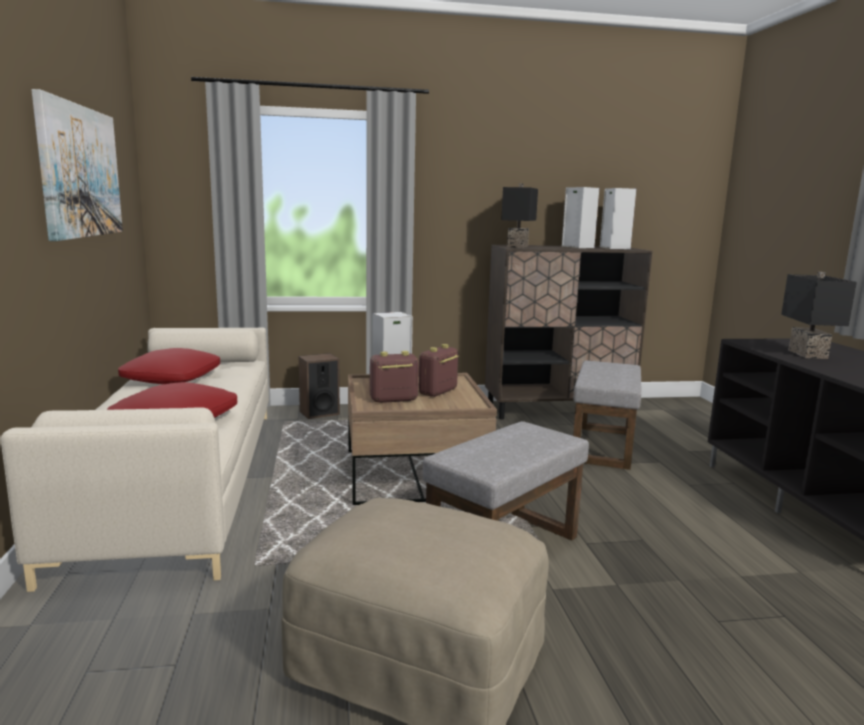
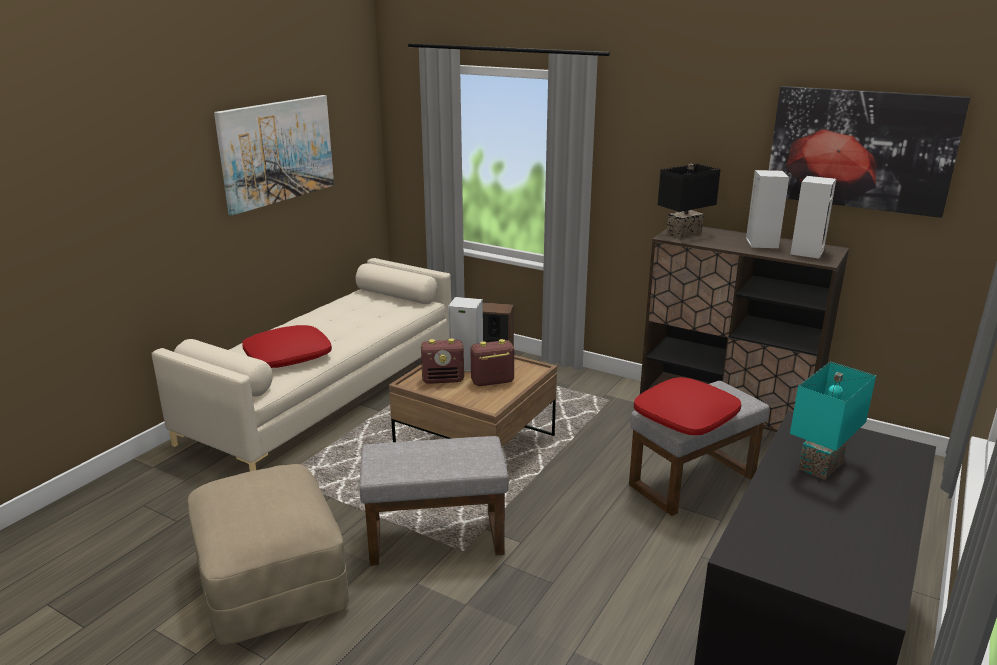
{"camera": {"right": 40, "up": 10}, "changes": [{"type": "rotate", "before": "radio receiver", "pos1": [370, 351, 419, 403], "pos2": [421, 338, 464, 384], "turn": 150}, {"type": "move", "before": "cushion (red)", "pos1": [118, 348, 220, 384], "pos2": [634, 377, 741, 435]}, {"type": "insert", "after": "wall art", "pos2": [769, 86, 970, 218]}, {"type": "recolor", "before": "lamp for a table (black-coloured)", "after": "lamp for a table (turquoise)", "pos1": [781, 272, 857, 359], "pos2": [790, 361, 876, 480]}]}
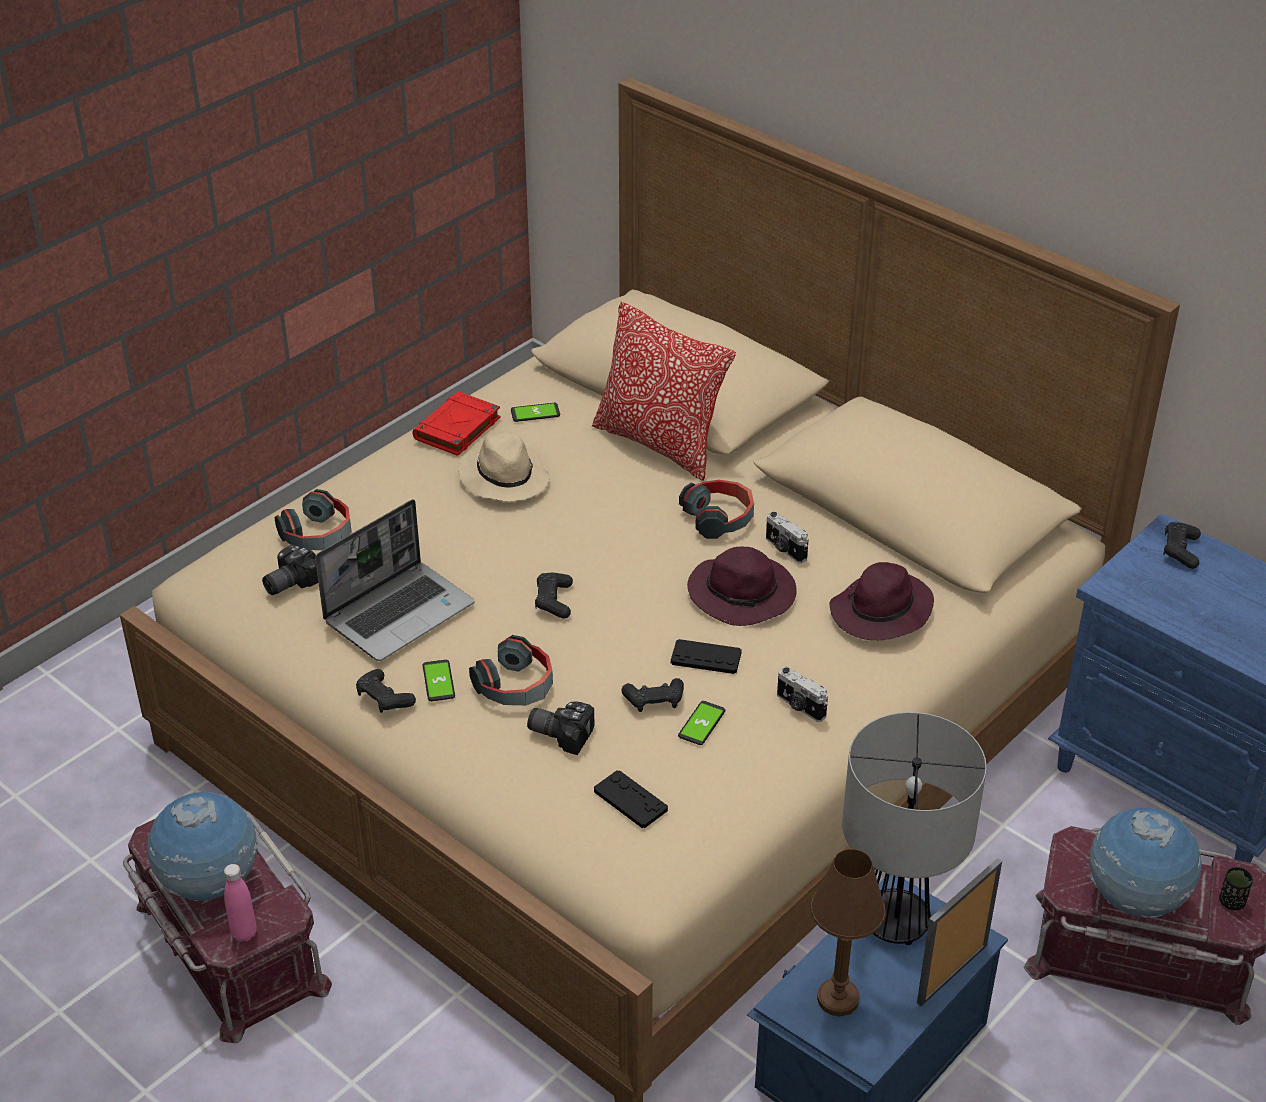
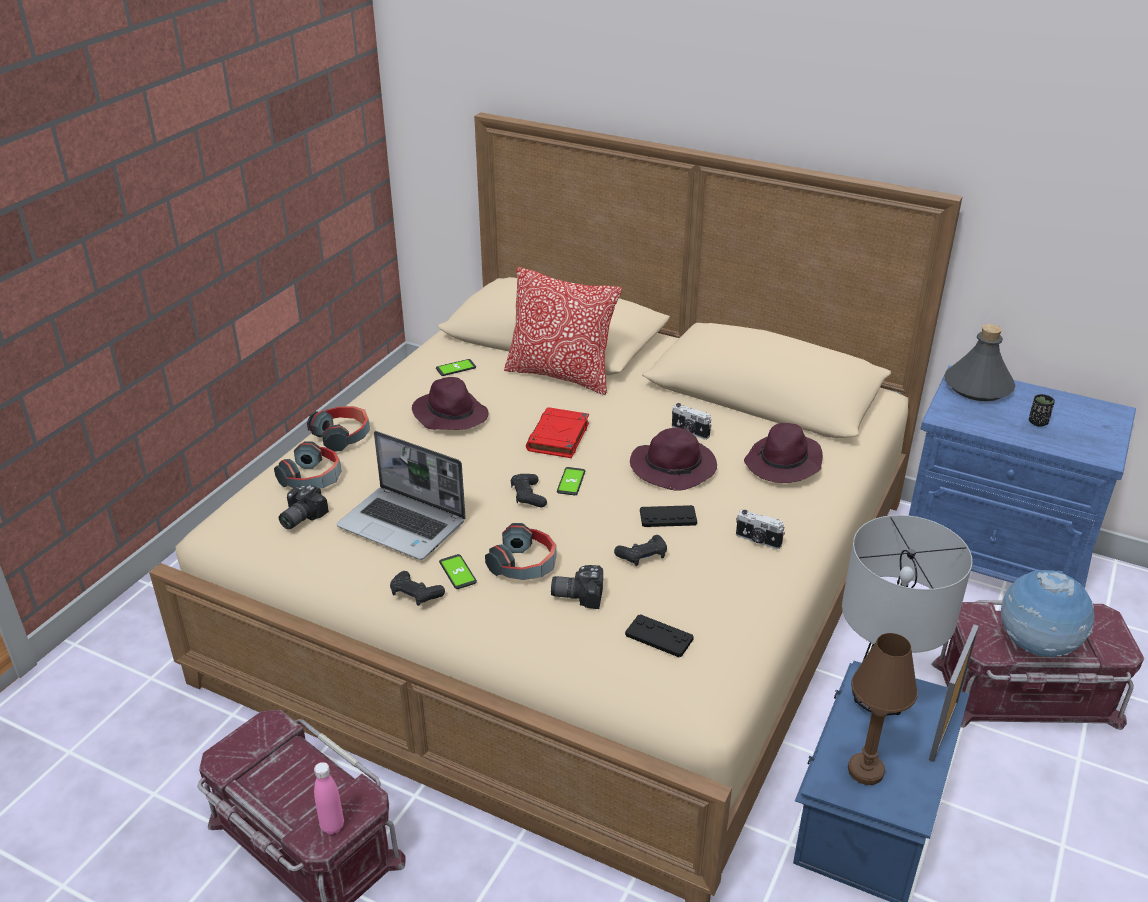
{"camera": {"right": -15, "up": -5}, "changes": [{"type": "move", "before": "headphones", "pos1": [679, 480, 754, 539], "pos2": [307, 406, 370, 452]}, {"type": "rotate", "before": "notebook computer", "pos1": [315, 499, 474, 661], "pos2": [336, 431, 466, 560], "turn": 90}, {"type": "recolor", "before": "clothing hat (beige)", "after": "clothing hat (purple)", "pos1": [458, 431, 550, 501], "pos2": [412, 377, 489, 430]}, {"type": "move", "before": "volume (red)", "pos1": [412, 391, 501, 456], "pos2": [526, 407, 589, 458]}, {"type": "move", "before": "phone", "pos1": [678, 701, 725, 745], "pos2": [557, 467, 585, 495]}, {"type": "replace", "before": "joypad (black-coloured)", "after": "bottle (greyish)", "pos1": [1163, 522, 1201, 569], "pos2": [944, 324, 1015, 401]}, {"type": "move", "before": "cup (black-coloured)", "pos1": [1219, 867, 1253, 910], "pos2": [1029, 394, 1055, 426]}, {"type": "delete", "before": "desk globe", "pos1": [147, 792, 258, 901]}]}
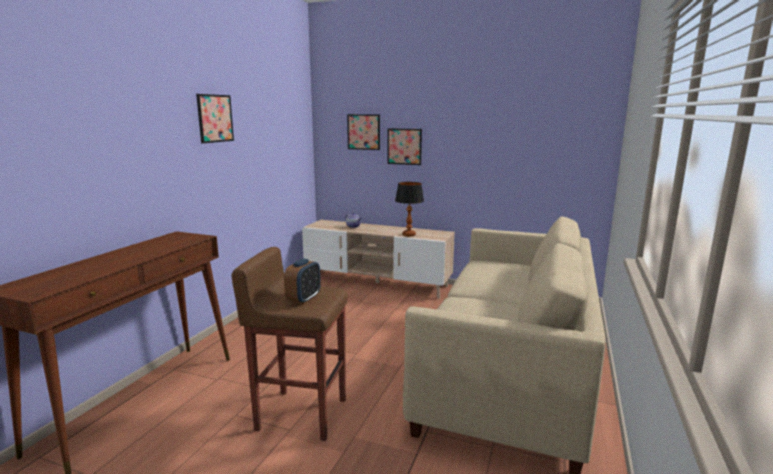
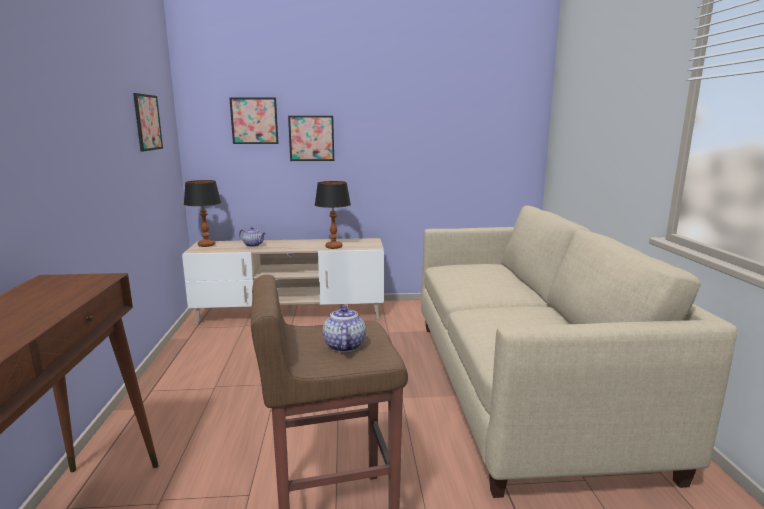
{"camera": {"right": -25, "up": 0}, "changes": [{"type": "move", "before": "wall art", "pos1": [196, 94, 234, 143], "pos2": [133, 93, 163, 151]}, {"type": "insert", "after": "lamp for a table", "pos2": [184, 180, 221, 247]}, {"type": "replace", "before": "table clock", "after": "teapot", "pos1": [284, 259, 321, 304], "pos2": [323, 305, 366, 352]}]}
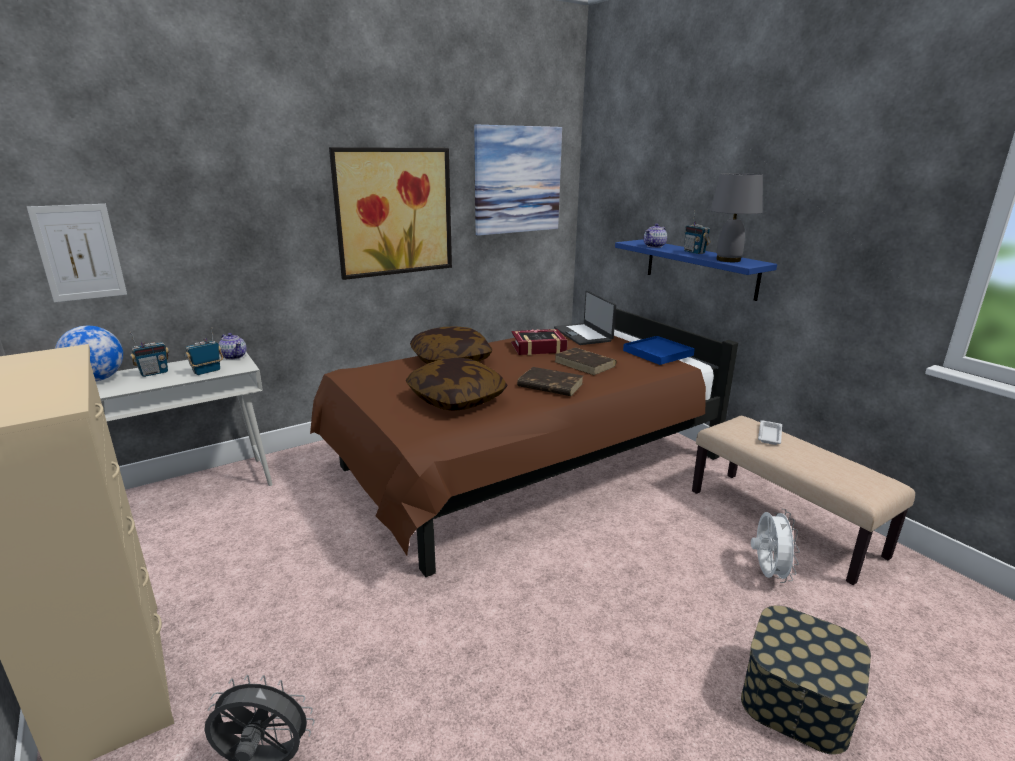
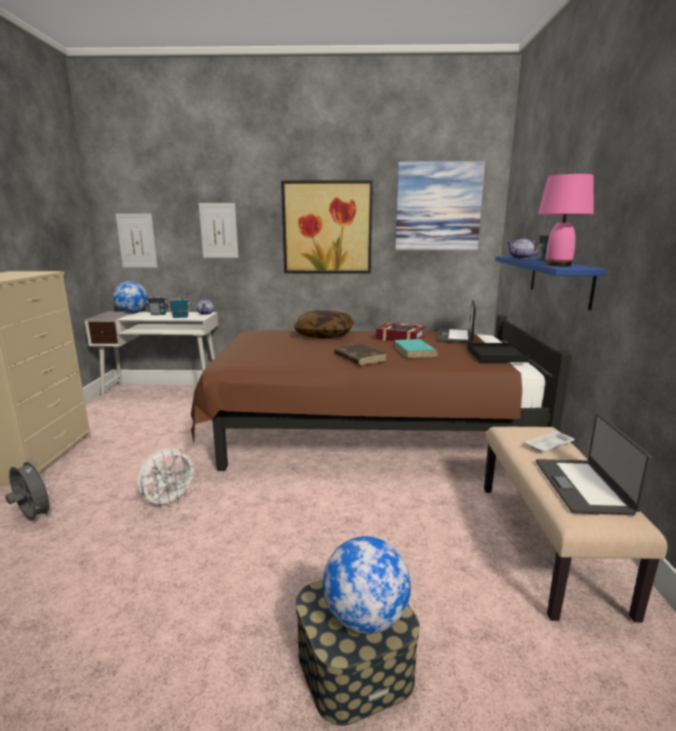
{"camera": {"right": 35, "up": -5}, "changes": [{"type": "move", "before": "fan (white)", "pos1": [751, 509, 800, 583], "pos2": [137, 448, 198, 509]}, {"type": "insert", "after": "wall art", "pos2": [199, 203, 238, 258]}, {"type": "insert", "after": "desk globe", "pos2": [323, 536, 411, 634]}, {"type": "recolor", "before": "volume (brown)", "after": "volume (turquoise)", "pos1": [554, 348, 617, 375], "pos2": [394, 339, 438, 358]}, {"type": "recolor", "before": "tray (bluish)", "after": "tray (black-coloured)", "pos1": [623, 336, 695, 365], "pos2": [467, 343, 530, 363]}, {"type": "insert", "after": "notebook computer", "pos2": [536, 413, 652, 515]}, {"type": "recolor", "before": "lamp for a table (greyish)", "after": "lamp for a table (pink-coloured)", "pos1": [710, 173, 763, 262], "pos2": [538, 174, 594, 266]}, {"type": "delete", "before": "cushion", "pos1": [406, 358, 508, 411]}]}
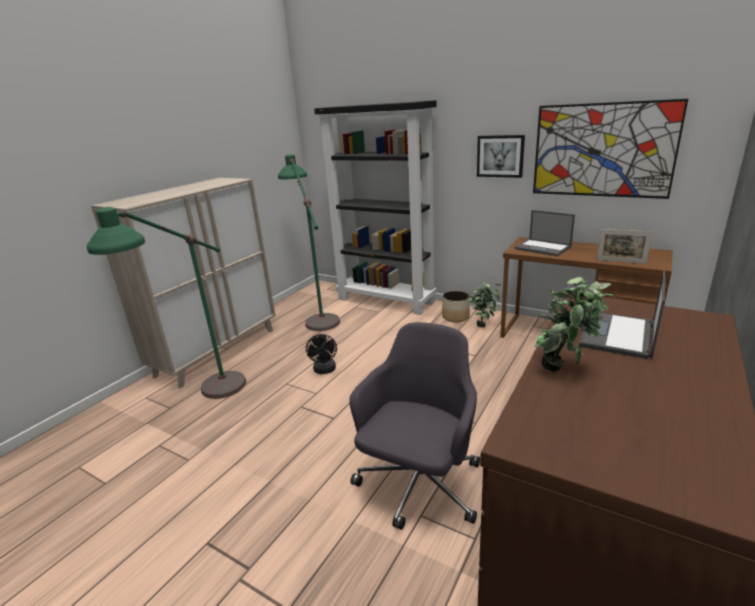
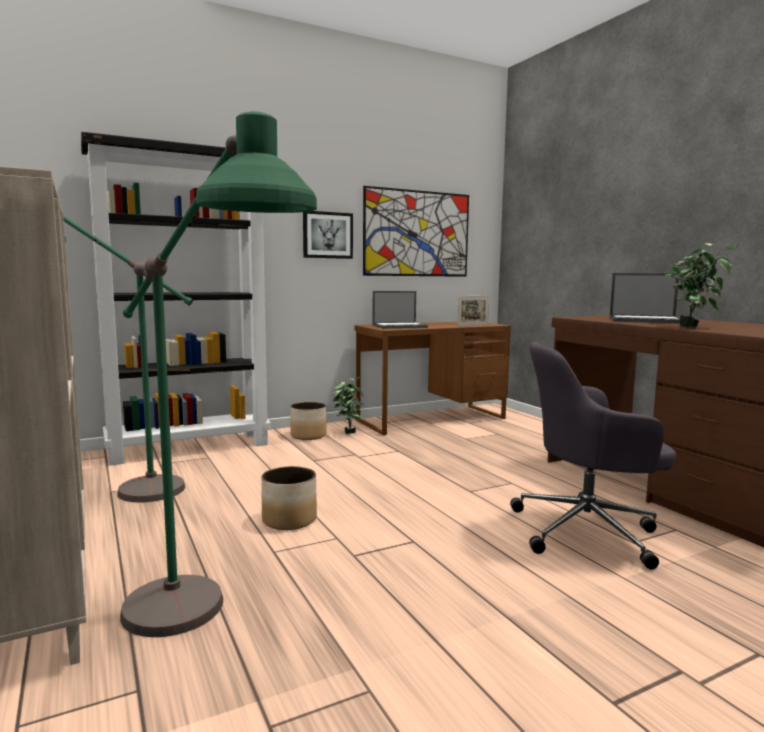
{"camera": {"right": -60, "up": -15}, "changes": [{"type": "replace", "before": "fan (black-coloured)", "after": "plant pot", "pos1": [306, 334, 337, 374], "pos2": [261, 466, 317, 530]}, {"type": "rotate", "before": "computer chair (greyish)", "pos1": [349, 322, 480, 530], "pos2": [510, 342, 676, 570], "turn": -60}, {"type": "rotate", "before": "notebook computer", "pos1": [579, 271, 665, 360], "pos2": [610, 273, 680, 324], "turn": -45}]}
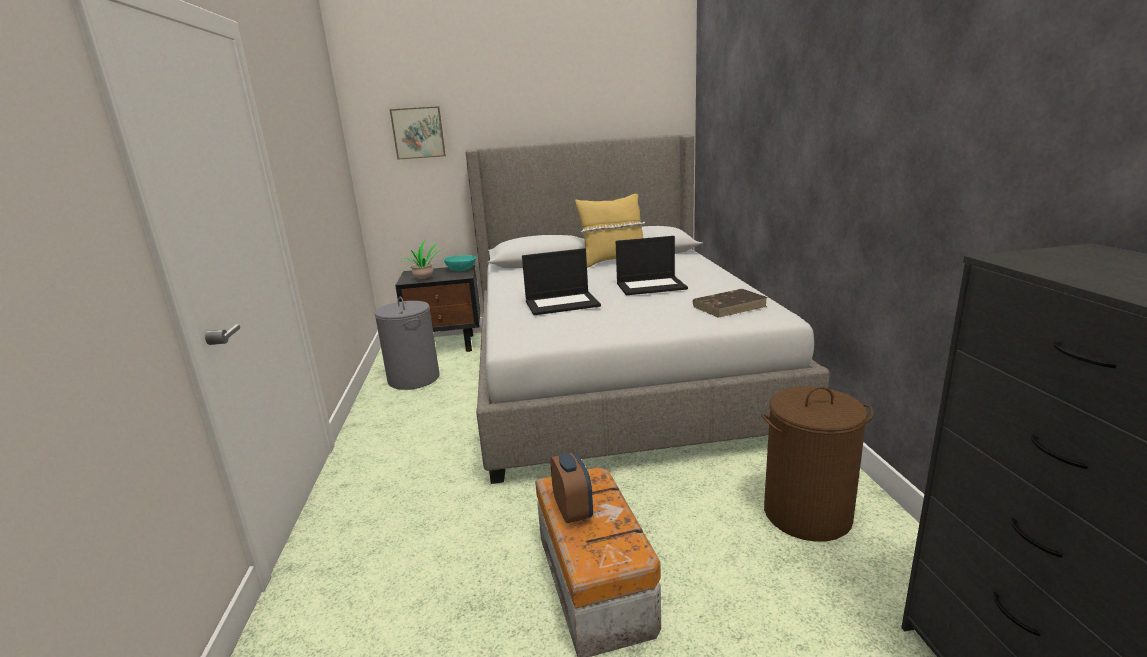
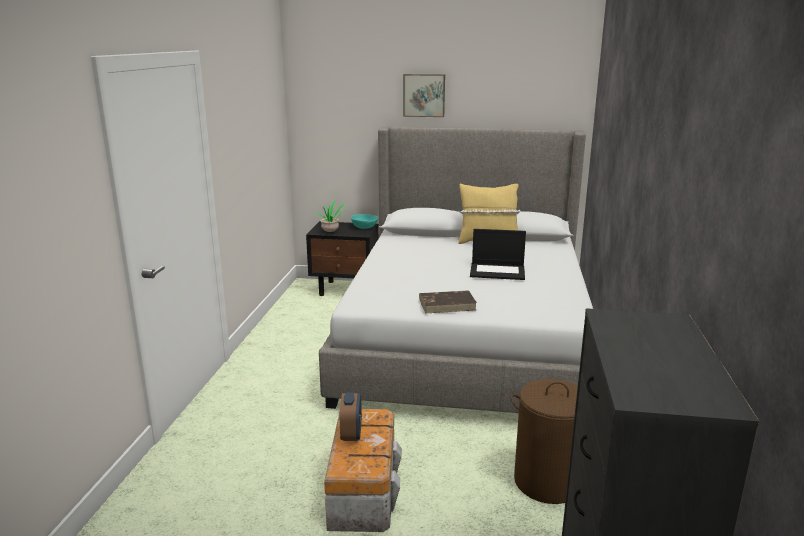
{"camera": {"right": 15, "up": 0}, "changes": [{"type": "move", "before": "wall art", "pos1": [390, 106, 446, 160], "pos2": [403, 74, 445, 117]}, {"type": "move", "before": "volume (brown)", "pos1": [693, 289, 768, 318], "pos2": [419, 290, 477, 313]}, {"type": "delete", "before": "laundry basket (greyish)", "pos1": [374, 297, 439, 390]}, {"type": "delete", "before": "notebook computer", "pos1": [522, 248, 601, 315]}]}
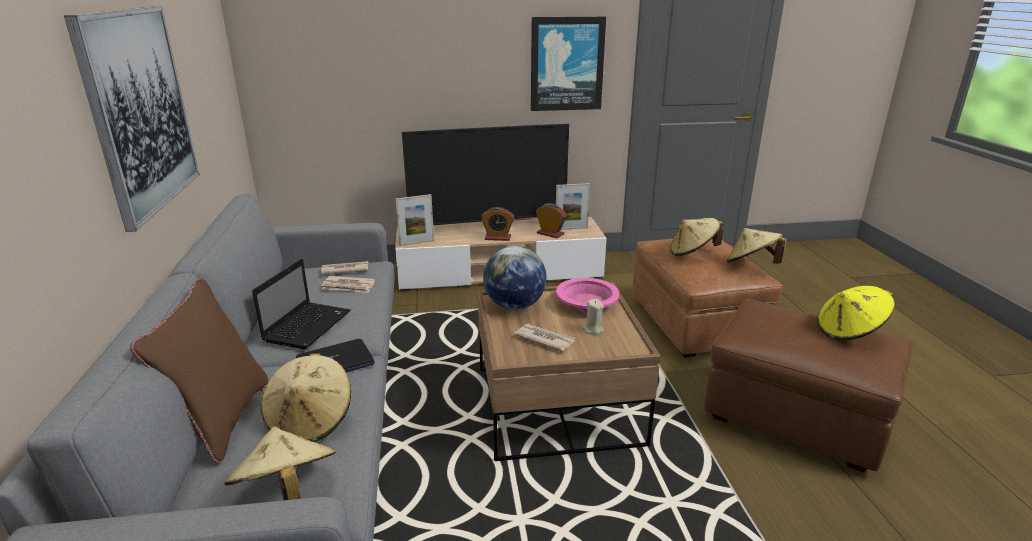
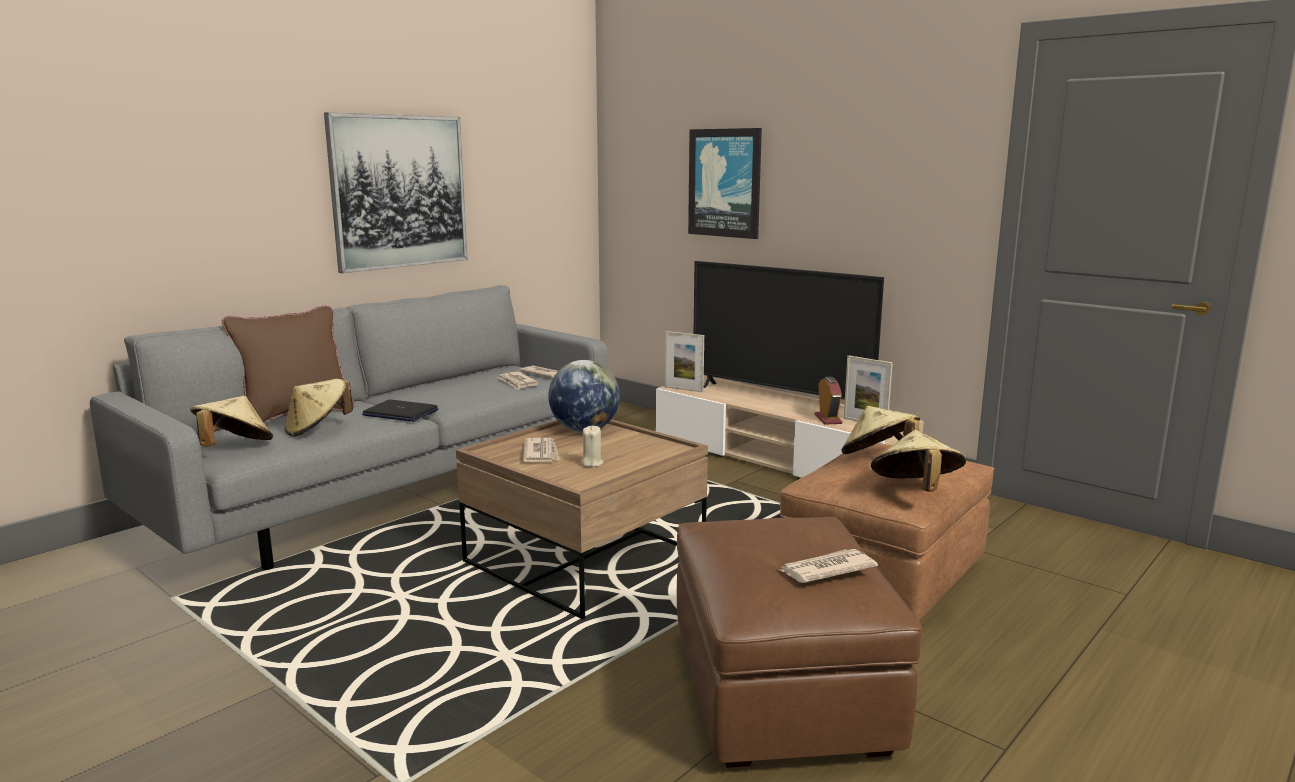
{"camera": {"right": 50, "up": -10}, "changes": [{"type": "move", "before": "wall art", "pos1": [531, 17, 606, 111], "pos2": [688, 128, 762, 239]}, {"type": "replace", "before": "clothing hat (yellow)", "after": "daily paper", "pos1": [817, 286, 895, 340], "pos2": [780, 549, 878, 583]}, {"type": "delete", "before": "notebook computer", "pos1": [252, 259, 350, 349]}, {"type": "delete", "before": "table clock", "pos1": [481, 207, 514, 241]}, {"type": "delete", "before": "bowl (pink-coloured)", "pos1": [556, 278, 619, 314]}]}
